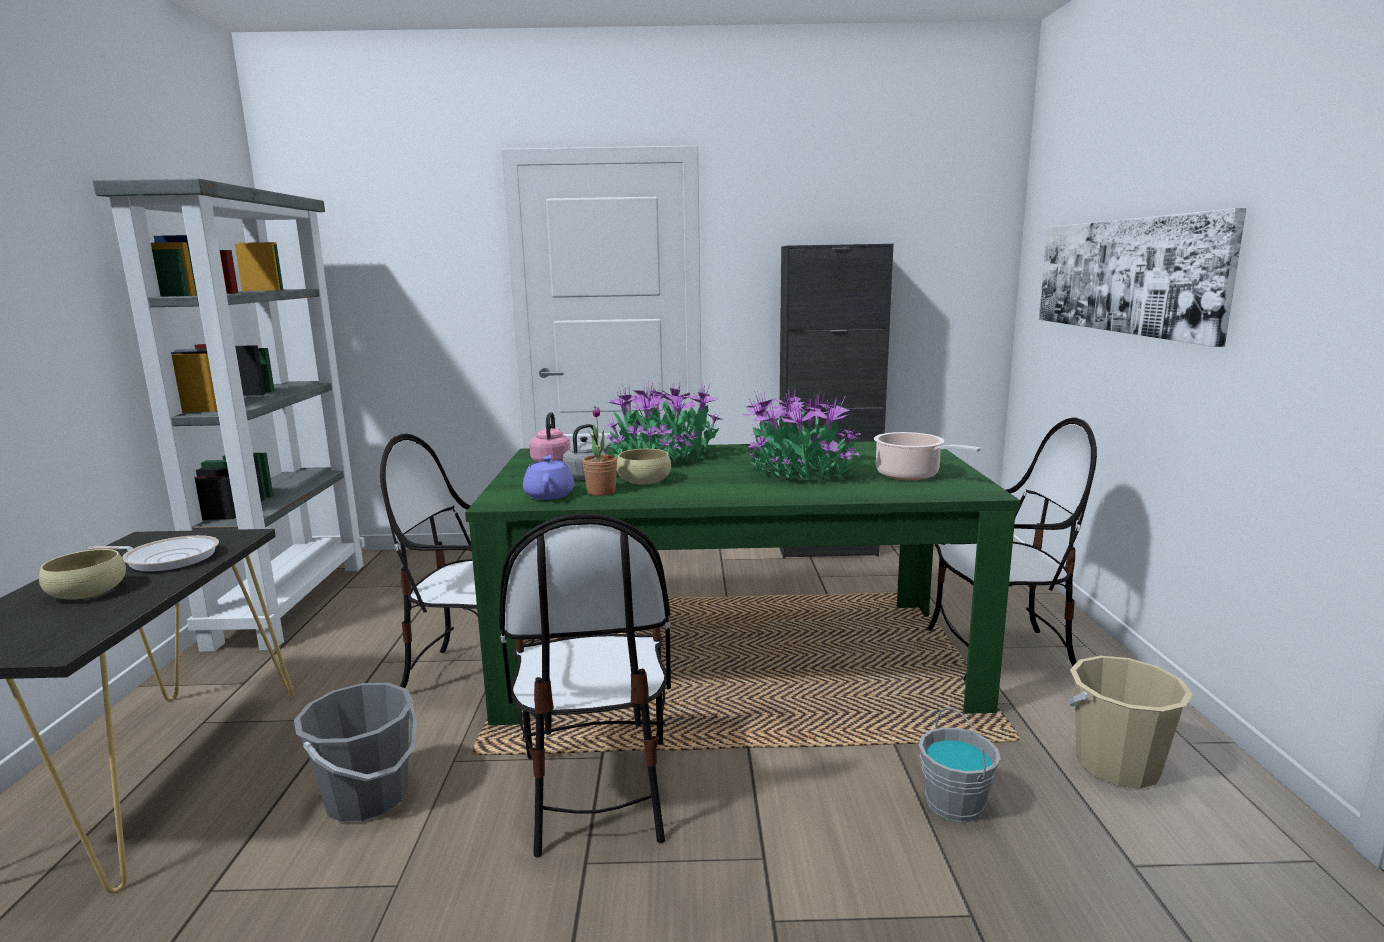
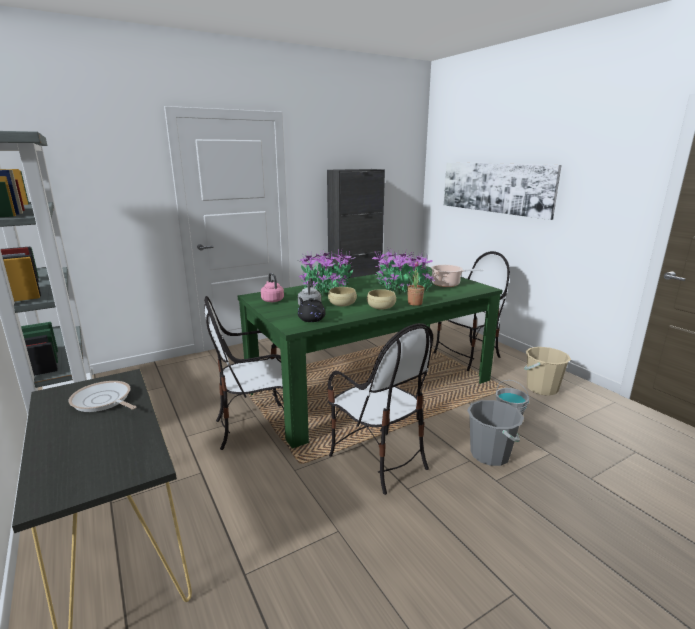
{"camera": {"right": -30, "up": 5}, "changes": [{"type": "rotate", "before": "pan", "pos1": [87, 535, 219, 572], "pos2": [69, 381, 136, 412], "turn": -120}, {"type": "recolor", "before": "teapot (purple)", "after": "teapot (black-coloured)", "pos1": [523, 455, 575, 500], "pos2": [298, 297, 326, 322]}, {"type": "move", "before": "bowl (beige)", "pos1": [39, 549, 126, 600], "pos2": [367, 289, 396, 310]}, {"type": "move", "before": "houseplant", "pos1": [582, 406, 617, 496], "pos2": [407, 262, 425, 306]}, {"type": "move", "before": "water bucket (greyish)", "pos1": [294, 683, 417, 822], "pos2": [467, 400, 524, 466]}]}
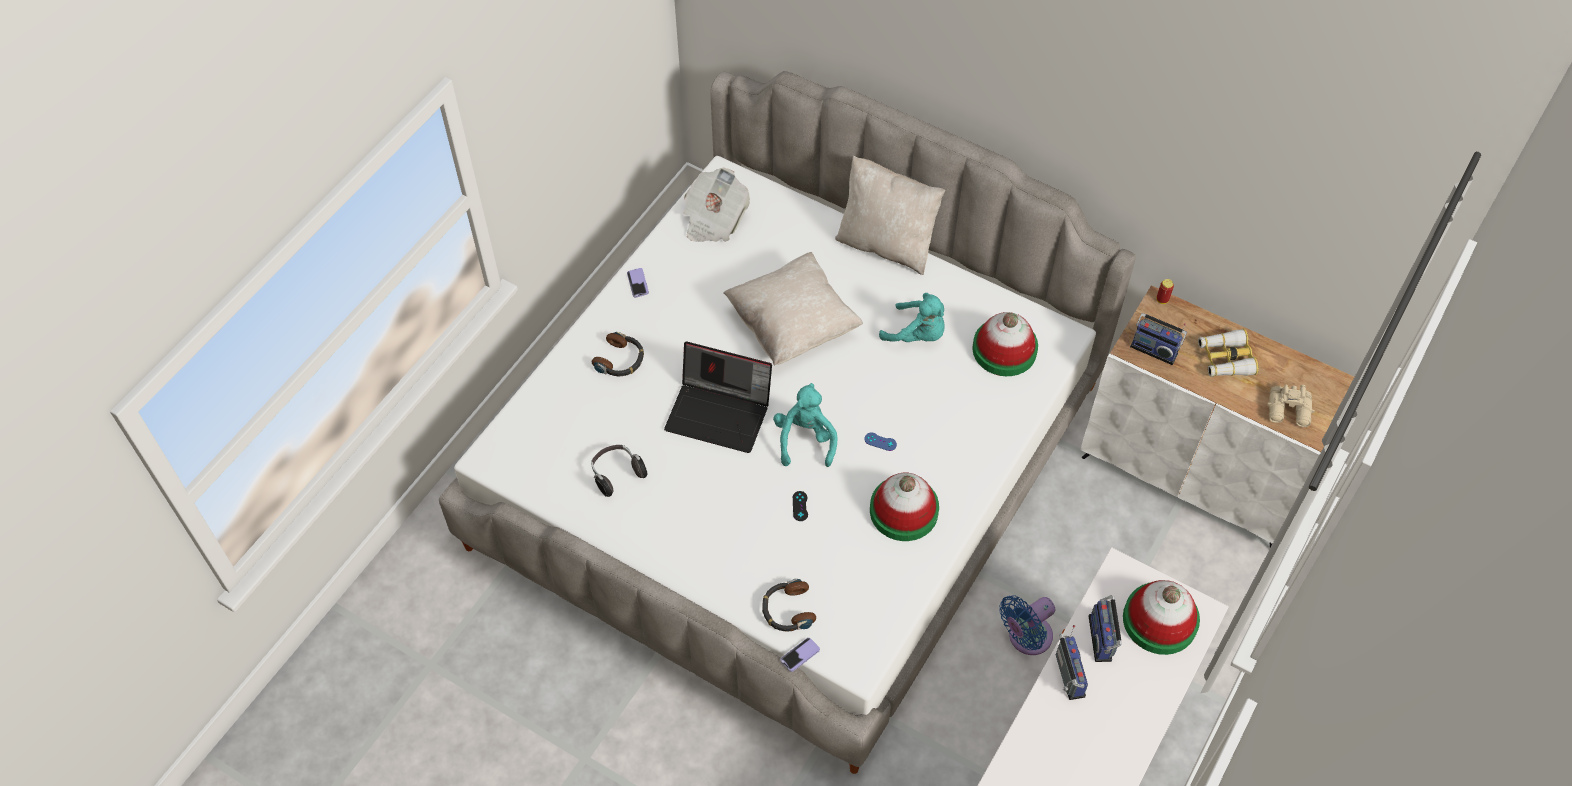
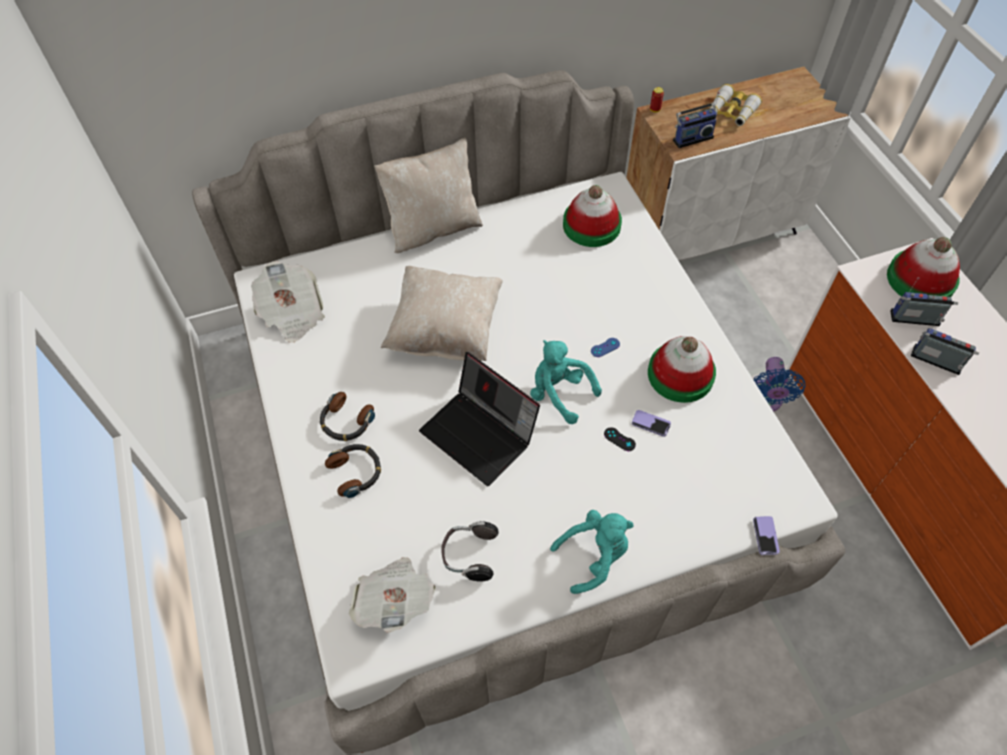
{"camera": {"right": -50, "up": 0}, "changes": [{"type": "move", "before": "headphones", "pos1": [762, 579, 816, 632], "pos2": [320, 392, 375, 441]}, {"type": "insert", "after": "daily paper", "pos2": [349, 557, 436, 633]}, {"type": "rotate", "before": "notebook computer", "pos1": [664, 341, 772, 453], "pos2": [419, 352, 540, 486], "turn": 75}, {"type": "move", "before": "cuddly toy (turquoise)", "pos1": [879, 293, 945, 342], "pos2": [550, 510, 634, 594]}, {"type": "move", "before": "phone", "pos1": [627, 268, 649, 298], "pos2": [632, 410, 671, 437]}, {"type": "rotate", "before": "radio receiver", "pos1": [1089, 595, 1122, 662], "pos2": [890, 277, 958, 326], "turn": 150}, {"type": "delete", "before": "pair of binoculars (beige)", "pos1": [1267, 385, 1315, 427]}]}
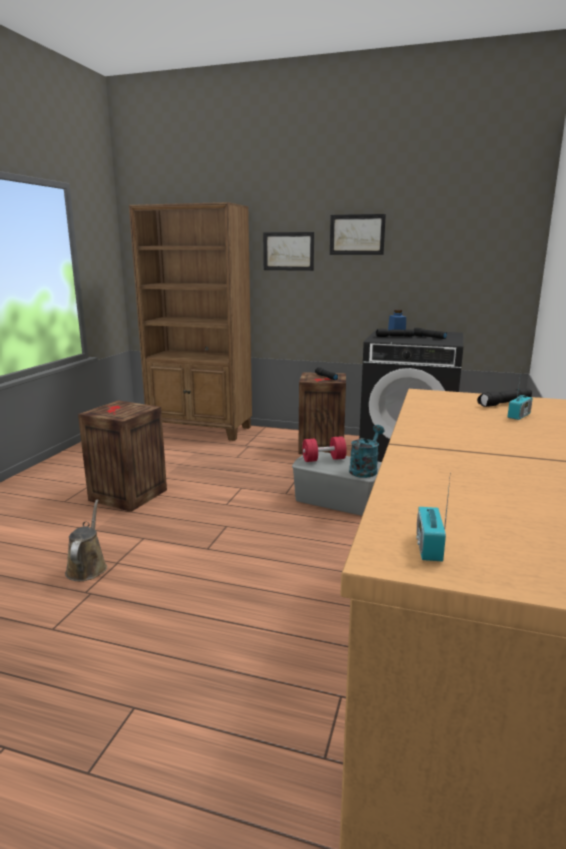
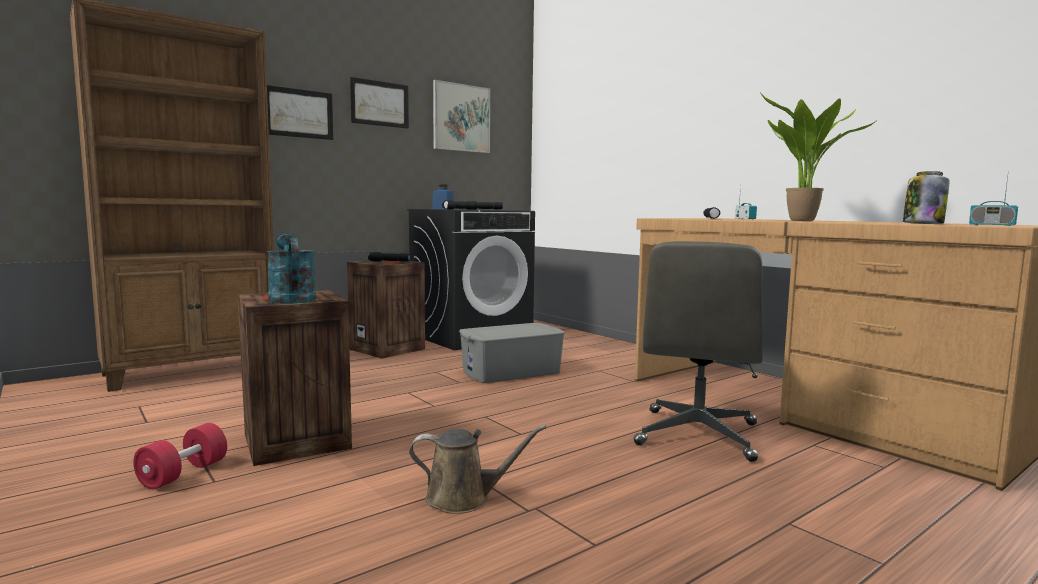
{"camera": {"right": -55, "up": -10}, "changes": [{"type": "move", "before": "hand weight (red)", "pos1": [302, 436, 347, 462], "pos2": [133, 423, 227, 489]}, {"type": "move", "before": "watering can (turquoise)", "pos1": [349, 425, 385, 478], "pos2": [267, 233, 316, 304]}, {"type": "rotate", "before": "watering can (brown)", "pos1": [65, 499, 107, 581], "pos2": [409, 425, 546, 514], "turn": 150}, {"type": "insert", "after": "wall art", "pos2": [433, 80, 490, 153]}, {"type": "insert", "after": "computer chair (greyish)", "pos2": [634, 241, 763, 462]}, {"type": "insert", "after": "houseplant", "pos2": [760, 92, 876, 221]}, {"type": "insert", "after": "preserve jar", "pos2": [903, 171, 949, 224]}]}
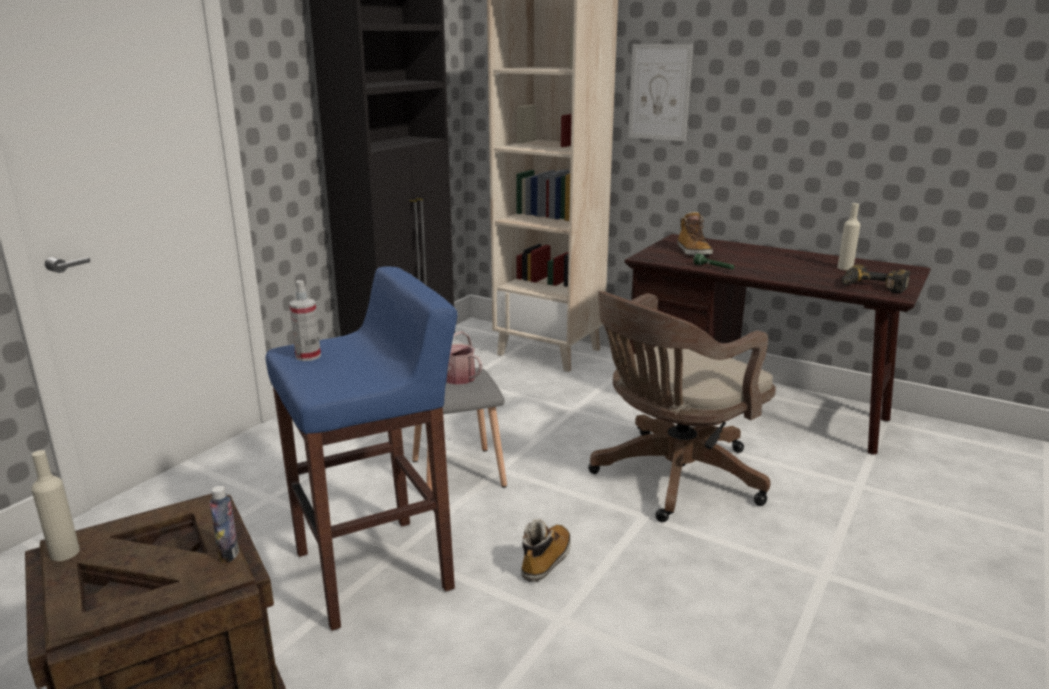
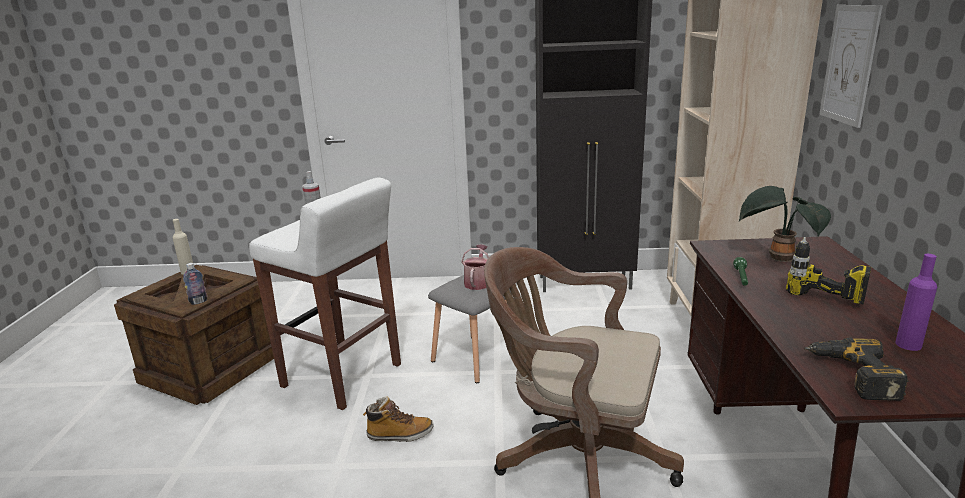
{"camera": {"right": 60, "up": 0}, "changes": [{"type": "recolor", "before": "stool seat (bluish)", "after": "stool seat (white)", "pos1": [265, 266, 458, 631], "pos2": [249, 178, 401, 410]}, {"type": "replace", "before": "high-top boot", "after": "houseplant", "pos1": [677, 211, 713, 256], "pos2": [739, 186, 831, 262]}, {"type": "insert", "after": "electric drill", "pos2": [786, 237, 871, 304]}, {"type": "recolor", "before": "bottle (beige)", "after": "bottle (purple)", "pos1": [838, 203, 860, 270], "pos2": [896, 254, 937, 351]}]}
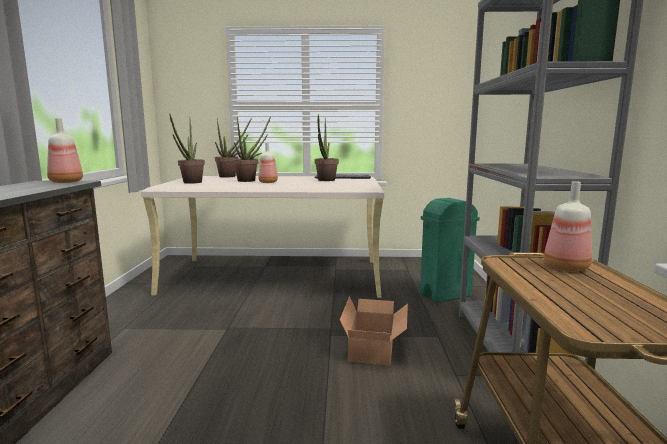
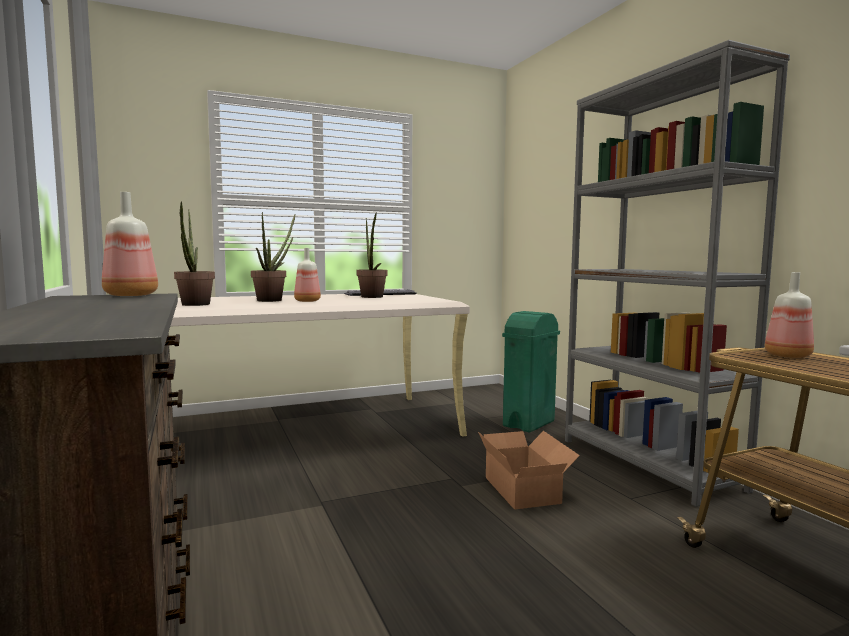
{"camera": {"right": -25, "up": -5}, "changes": [{"type": "delete", "before": "houseplant", "pos1": [215, 117, 252, 178]}]}
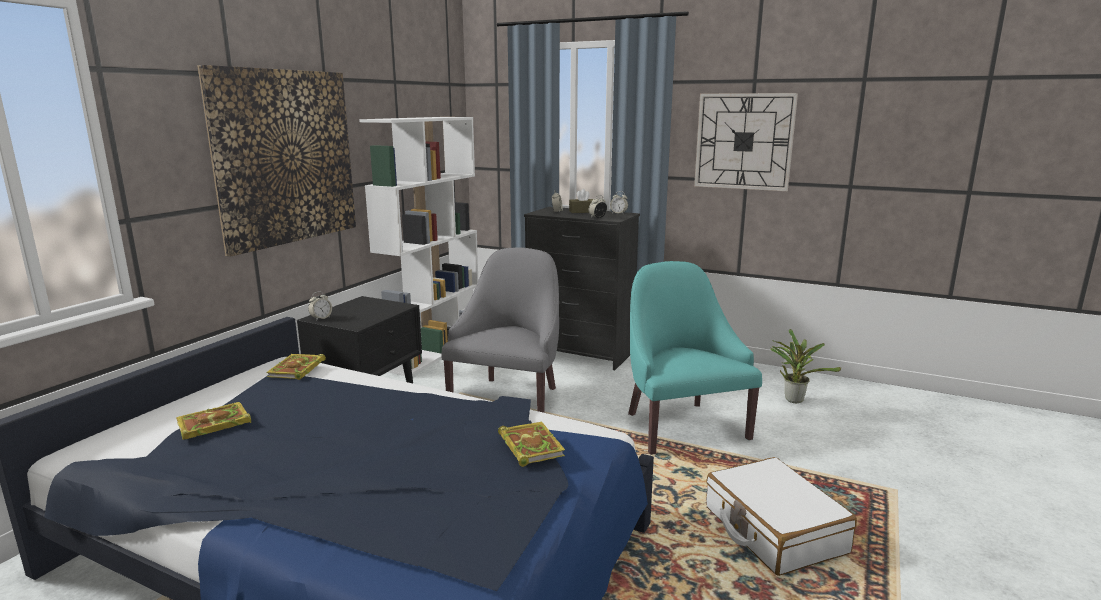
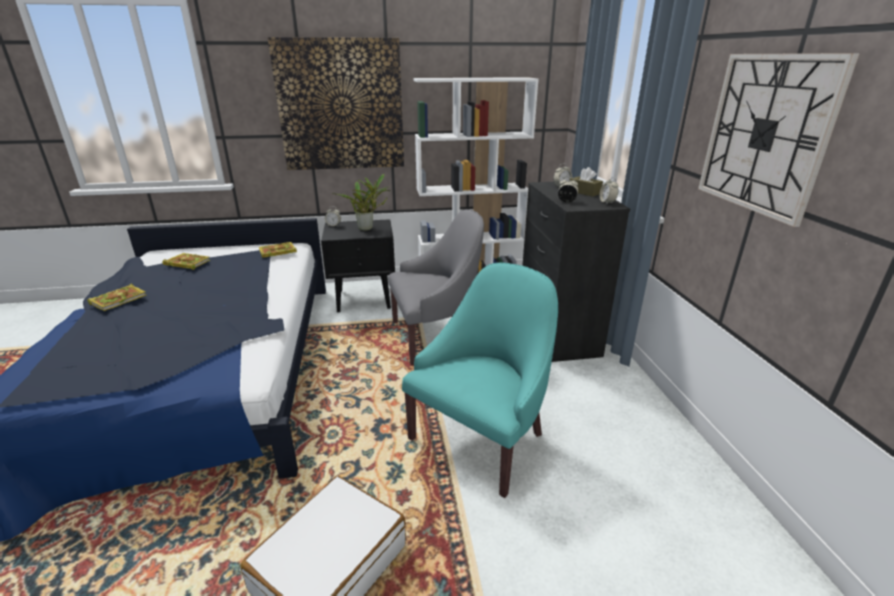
{"camera": {"right": 55, "up": 10}, "changes": [{"type": "move", "before": "volume", "pos1": [498, 421, 565, 467], "pos2": [87, 284, 146, 311]}, {"type": "move", "before": "houseplant", "pos1": [771, 329, 841, 403], "pos2": [332, 174, 390, 231]}]}
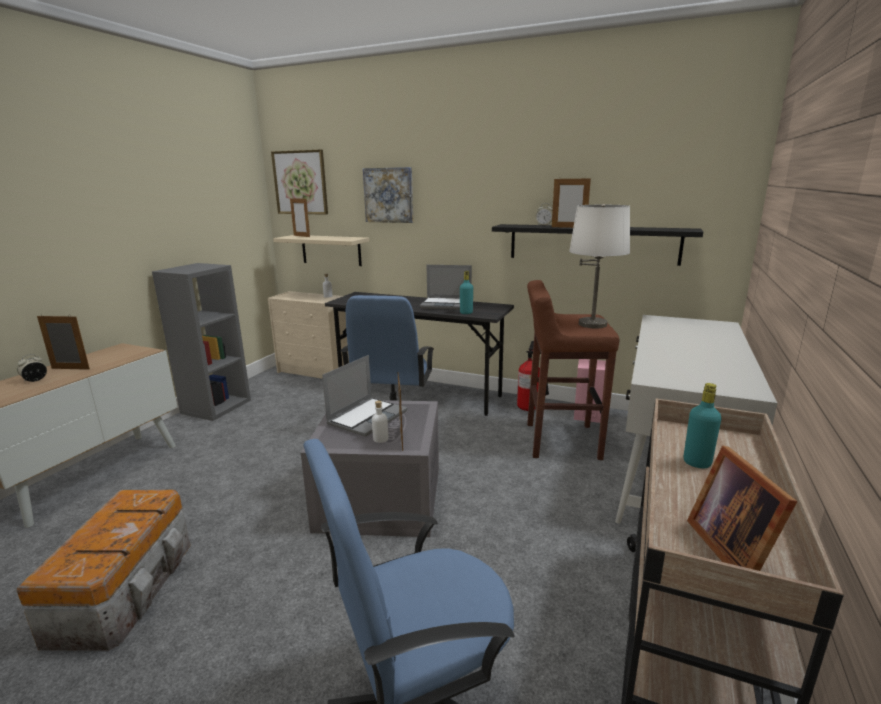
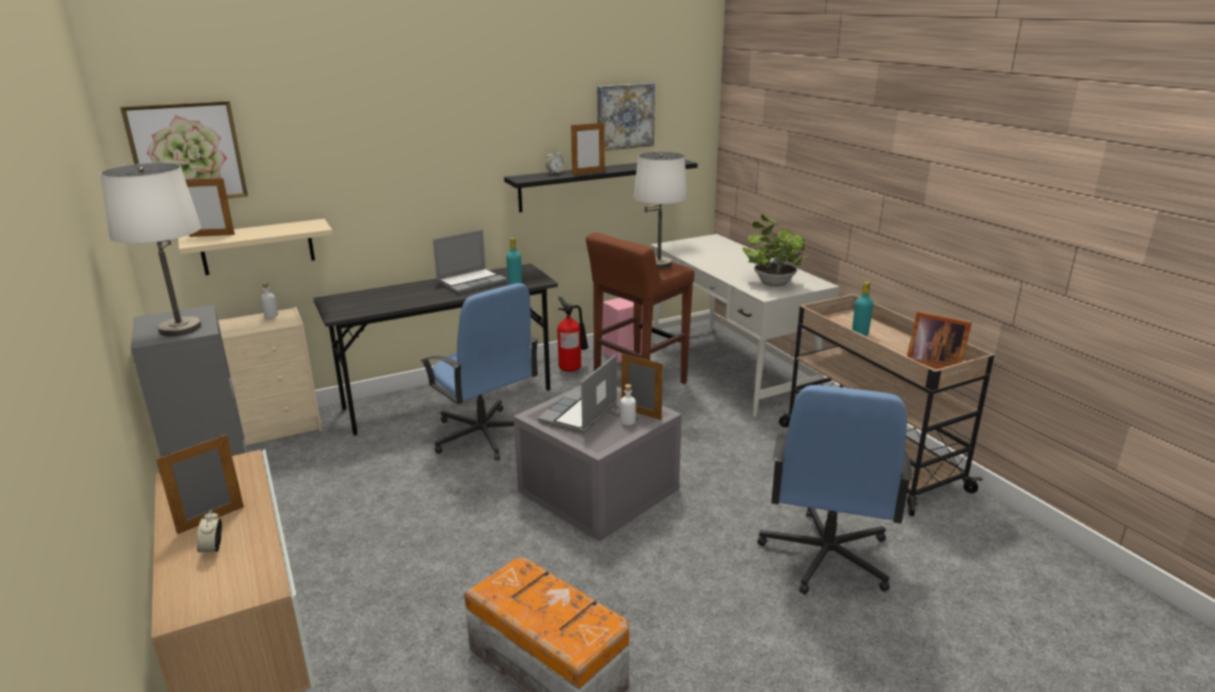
{"camera": {"right": -50, "up": 5}, "changes": [{"type": "insert", "after": "lamp for a table (white)", "pos2": [100, 163, 201, 336]}, {"type": "rotate", "before": "notebook computer", "pos1": [322, 355, 407, 437], "pos2": [538, 354, 617, 433], "turn": -135}, {"type": "move", "before": "wall art", "pos1": [363, 167, 413, 223], "pos2": [597, 83, 655, 151]}, {"type": "insert", "after": "houseplant", "pos2": [742, 214, 809, 287]}]}
